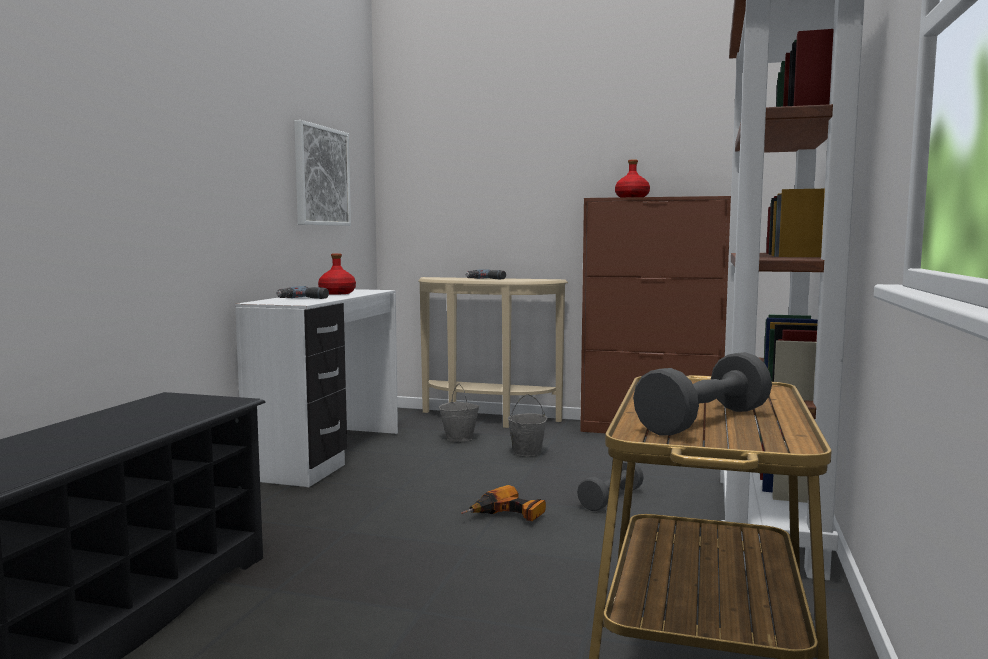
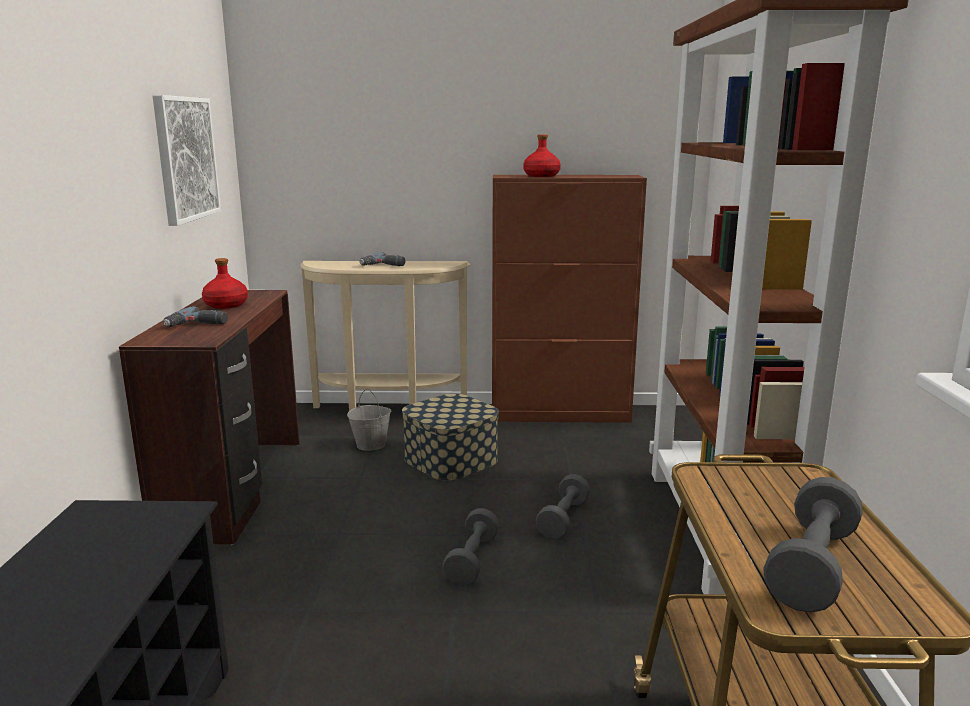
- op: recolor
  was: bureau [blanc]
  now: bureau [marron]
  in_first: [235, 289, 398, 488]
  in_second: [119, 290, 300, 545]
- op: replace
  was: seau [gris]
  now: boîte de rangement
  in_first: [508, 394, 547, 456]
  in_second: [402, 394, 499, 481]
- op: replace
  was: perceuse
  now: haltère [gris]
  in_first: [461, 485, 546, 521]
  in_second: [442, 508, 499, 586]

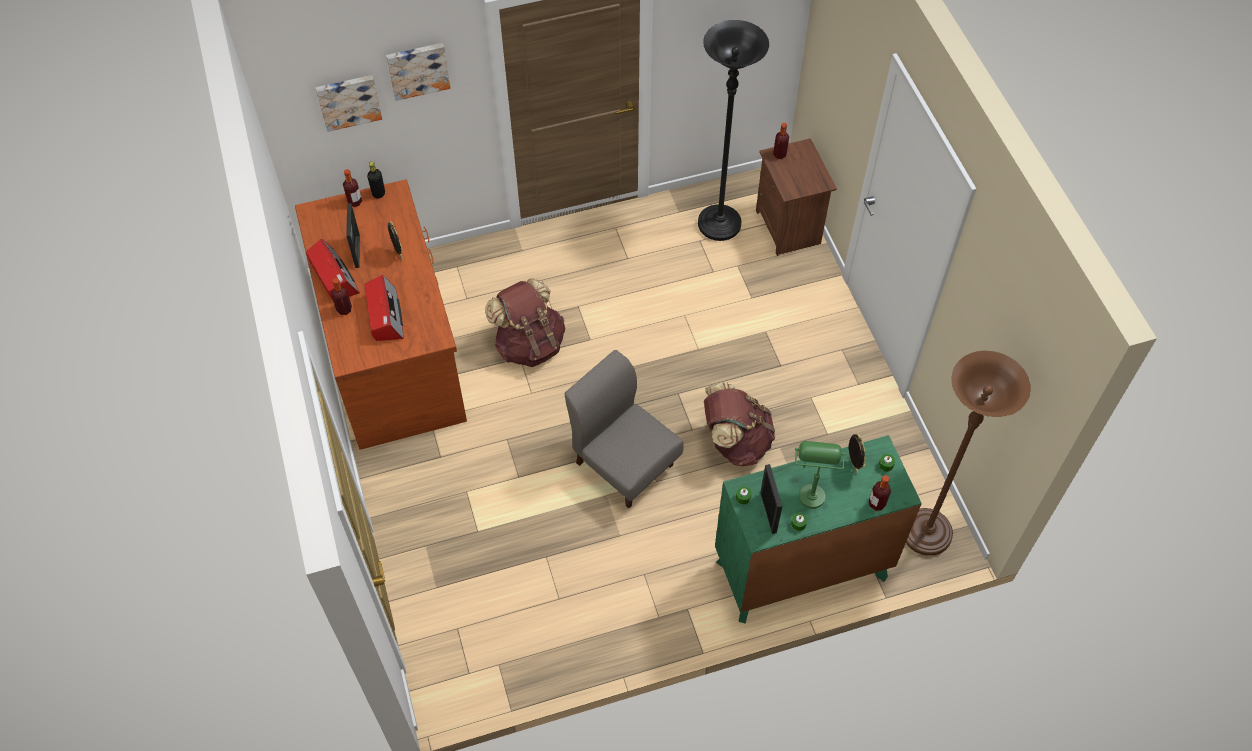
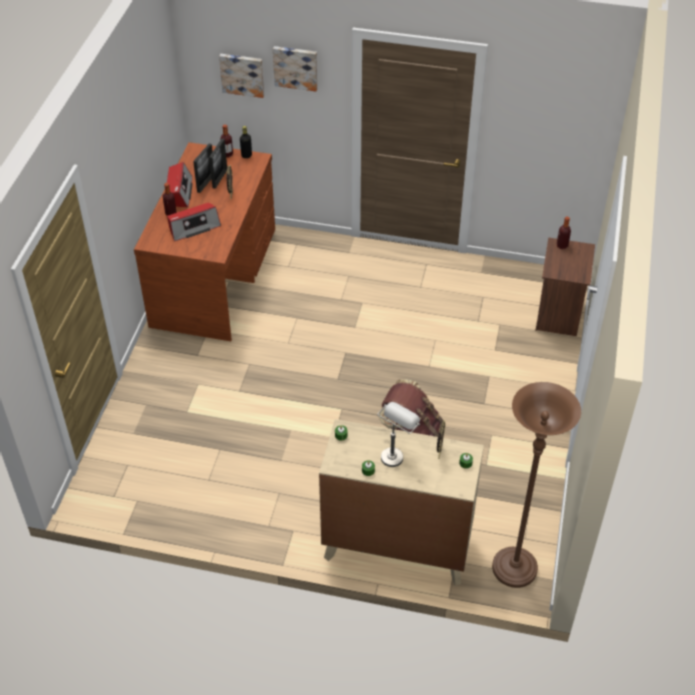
- op: rotate
  was: radio
  in_first: [365, 275, 404, 341]
  in_second: [167, 203, 221, 241]
  clockwise: 45
- op: move
  was: cadre photo
  in_first: [760, 464, 783, 534]
  in_second: [209, 139, 227, 189]
- op: recolor
  was: commode [vert]
  now: commode [beige]
  in_first: [715, 435, 922, 623]
  in_second: [319, 419, 484, 586]
- op: recolor
  was: lampe de table [vert]
  now: lampe de table [gris]
  in_first: [795, 441, 846, 509]
  in_second: [377, 402, 420, 467]
- op: delete
  was: sac à dos [marron]
  in_first: [485, 278, 565, 367]
- op: delete
  was: chaise [gris]
  in_first: [565, 350, 684, 508]
- op: delete
  was: lampadaire [noir]
  in_first: [698, 20, 769, 241]
- op: delete
  was: bouteille
  in_first: [869, 475, 891, 511]

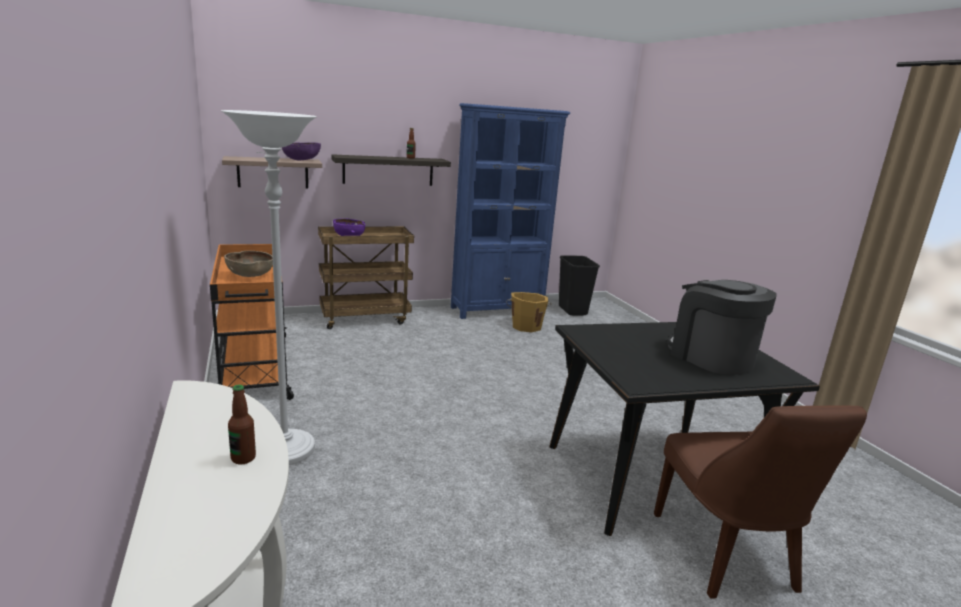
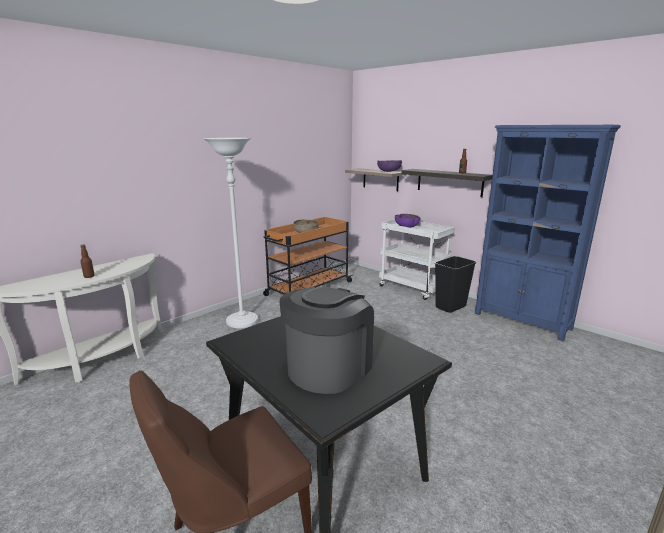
- op: recolor
  was: chariot [marron]
  now: chariot [blanc]
  in_first: [318, 226, 414, 329]
  in_second: [379, 219, 455, 300]
- op: move
  was: poubelle [noir]
  in_first: [559, 255, 600, 316]
  in_second: [435, 256, 476, 313]
- op: delete
  was: seau [orange]
  in_first: [506, 292, 552, 332]

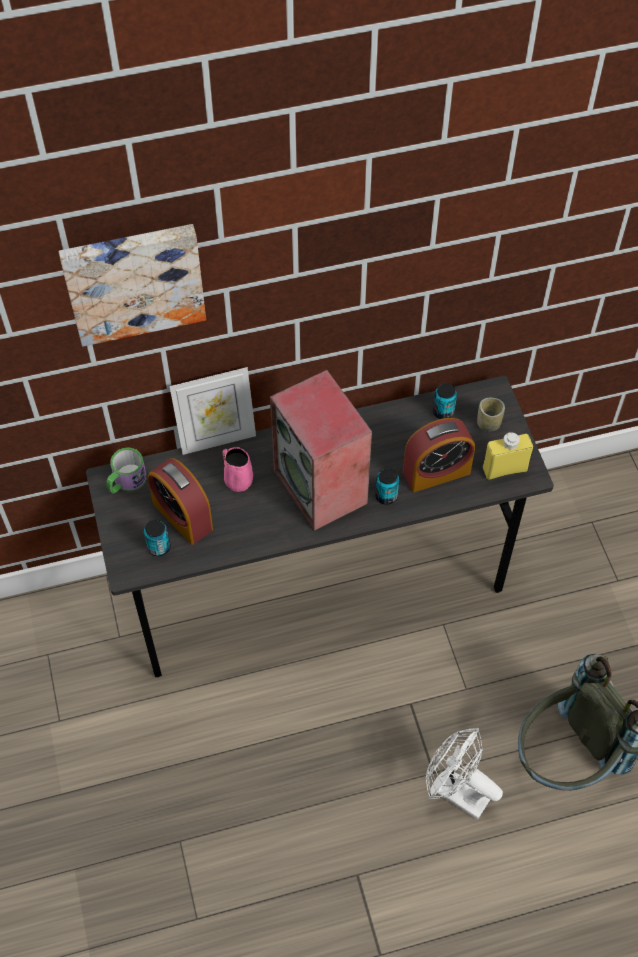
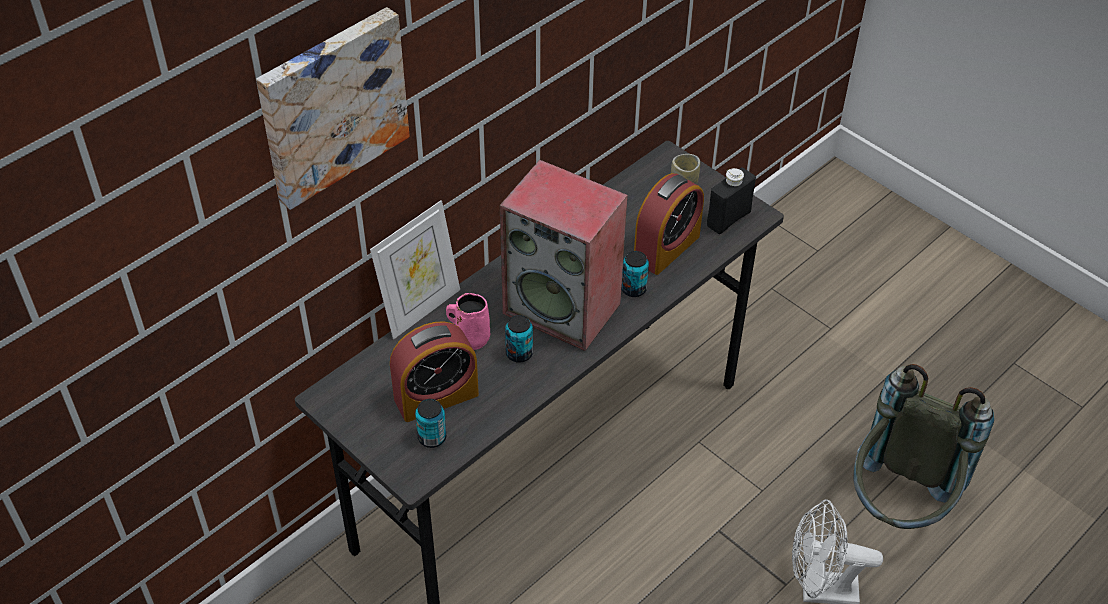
- op: rotate
  was: réveil
  in_first: [148, 458, 213, 545]
  in_second: [390, 321, 479, 422]
  clockwise: -45
- op: move
  was: boîte métallique
  in_first: [433, 383, 457, 419]
  in_second: [505, 315, 533, 363]
- op: recolor
  was: bouteille [jaune]
  now: bouteille [noir]
  in_first: [483, 432, 533, 480]
  in_second: [707, 167, 756, 234]
- op: delete
  was: mug
  in_first: [106, 448, 146, 494]

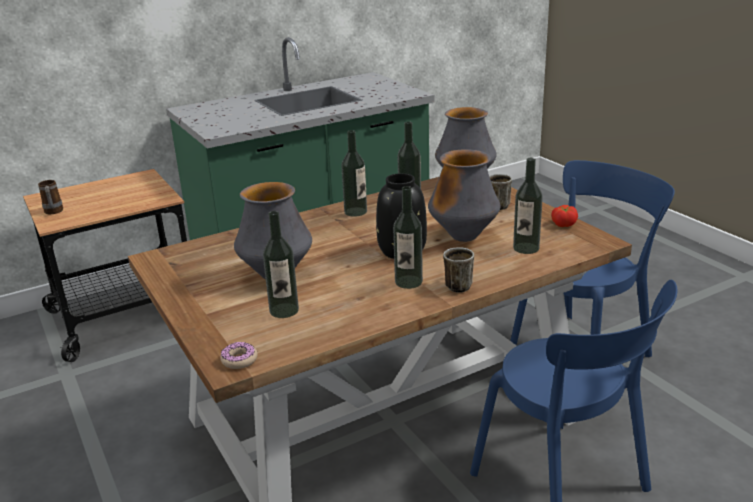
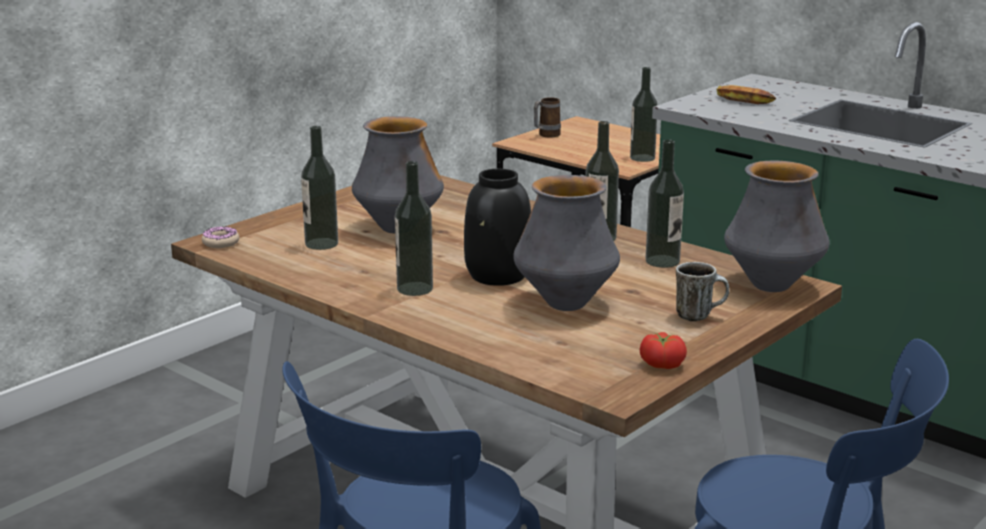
- op: move
  was: bouteille
  in_first: [513, 158, 543, 254]
  in_second: [630, 67, 658, 162]
- op: insert
  now: banane
  in_second: [717, 85, 776, 104]
- op: delete
  was: mug
  in_first: [443, 247, 474, 293]

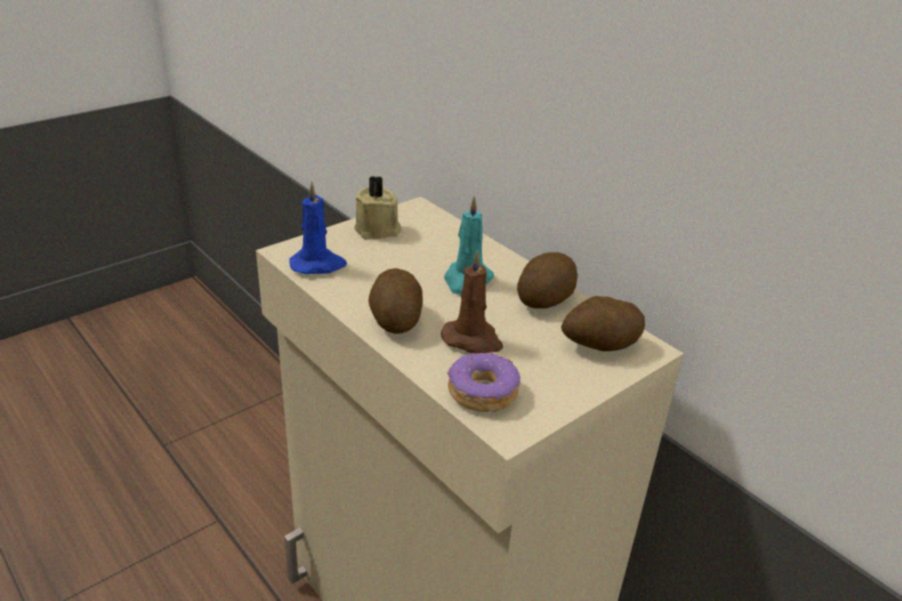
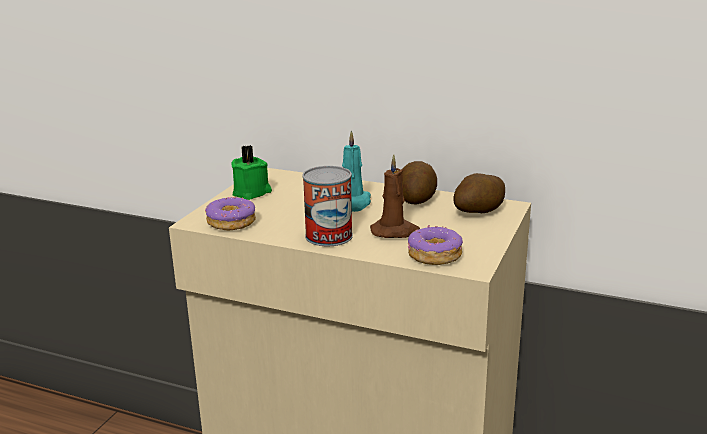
- op: replace
  was: bougie [bleu]
  now: beignet
  in_first: [289, 182, 347, 274]
  in_second: [205, 197, 256, 230]
- op: recolor
  was: bougie [beige]
  now: bougie [vert]
  in_first: [354, 176, 401, 239]
  in_second: [231, 145, 272, 200]
- op: replace
  was: pomme de terre
  now: boîte métallique
  in_first: [368, 268, 423, 334]
  in_second: [302, 166, 353, 246]

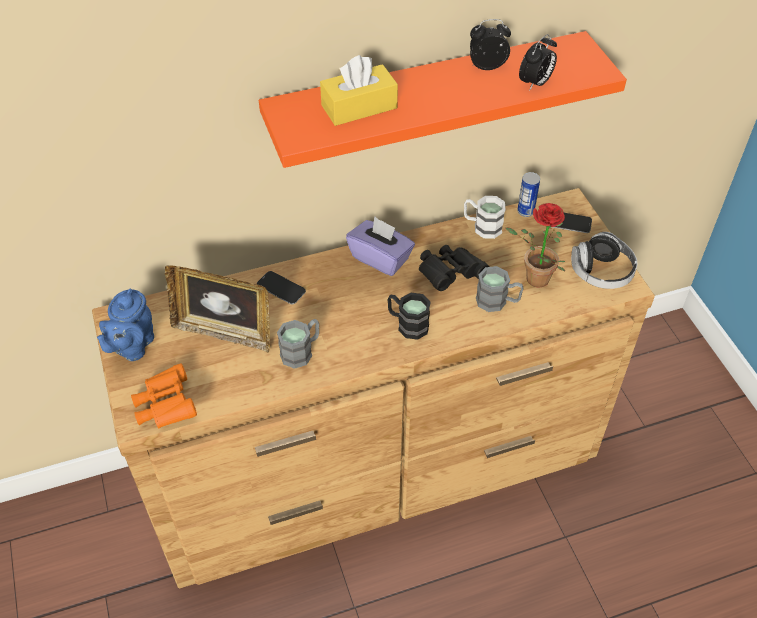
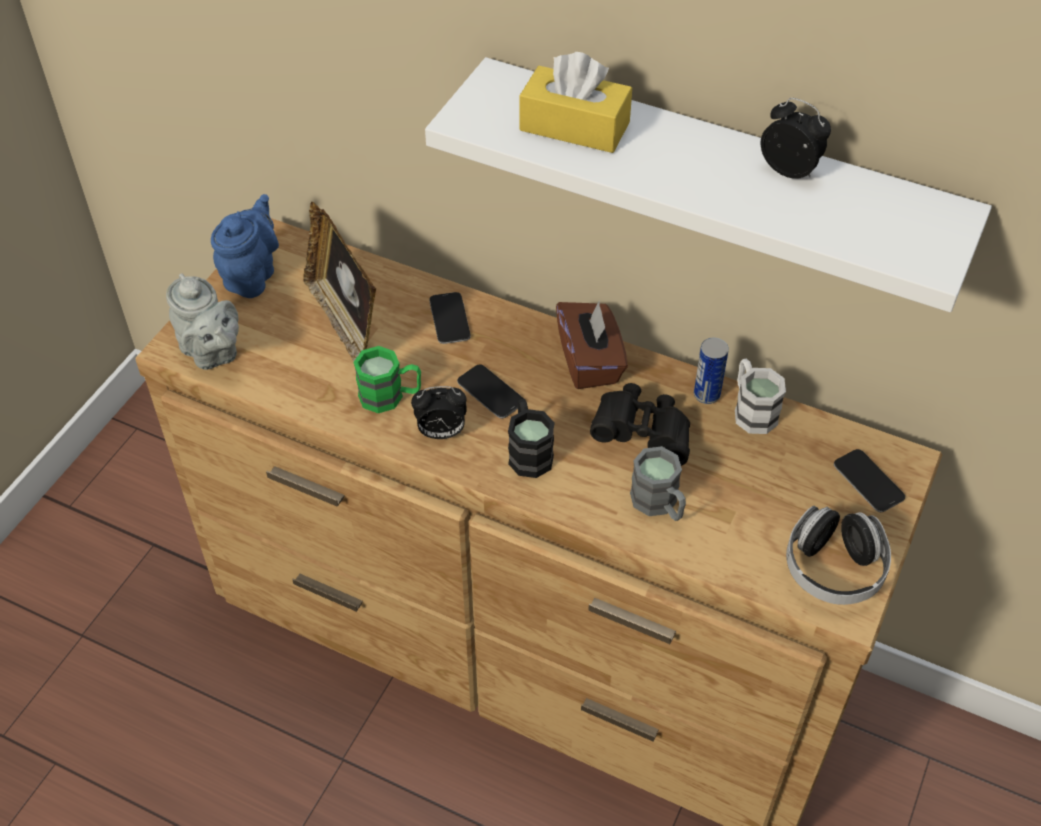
- op: replace
  was: jumelles [orange]
  now: théière [gris]
  in_first: [131, 363, 197, 428]
  in_second: [166, 273, 239, 370]
- op: rotate
  was: théière [bleu]
  in_first: [97, 288, 154, 361]
  in_second: [211, 194, 279, 298]
  clockwise: 135
- op: recolor
  was: mug [gris]
  now: mug [vert]
  in_first: [277, 319, 319, 369]
  in_second: [353, 346, 421, 413]
- op: move
  was: réveil
  in_first: [519, 34, 557, 91]
  in_second: [411, 386, 467, 439]
- op: recolor
  was: étagère [orange]
  now: étagère [blanc]
  in_first: [259, 31, 627, 168]
  in_second: [425, 57, 992, 312]
- op: insert
  now: téléphone
  in_second: [457, 364, 524, 419]
- op: recolor
  was: boîte à mouchoirs [violet]
  now: boîte à mouchoirs [marron]
  in_first: [346, 216, 415, 276]
  in_second: [556, 300, 628, 389]
- op: move
  was: boîte métallique
  in_first: [517, 172, 540, 217]
  in_second: [694, 338, 729, 404]
- op: delete
  was: plante en pot
  in_first: [506, 203, 565, 288]

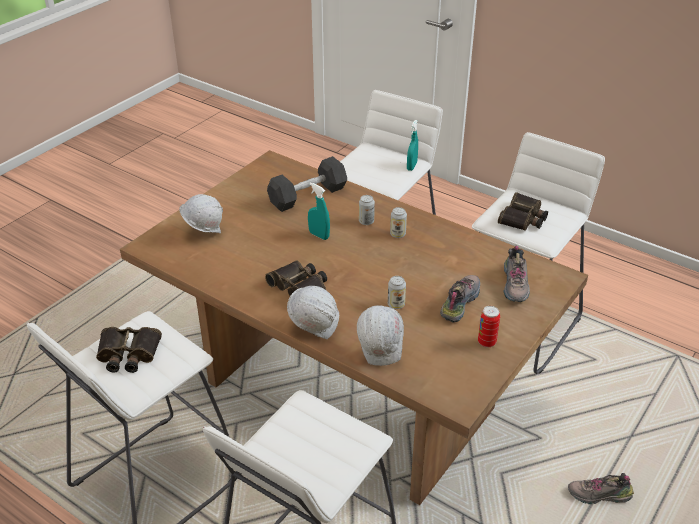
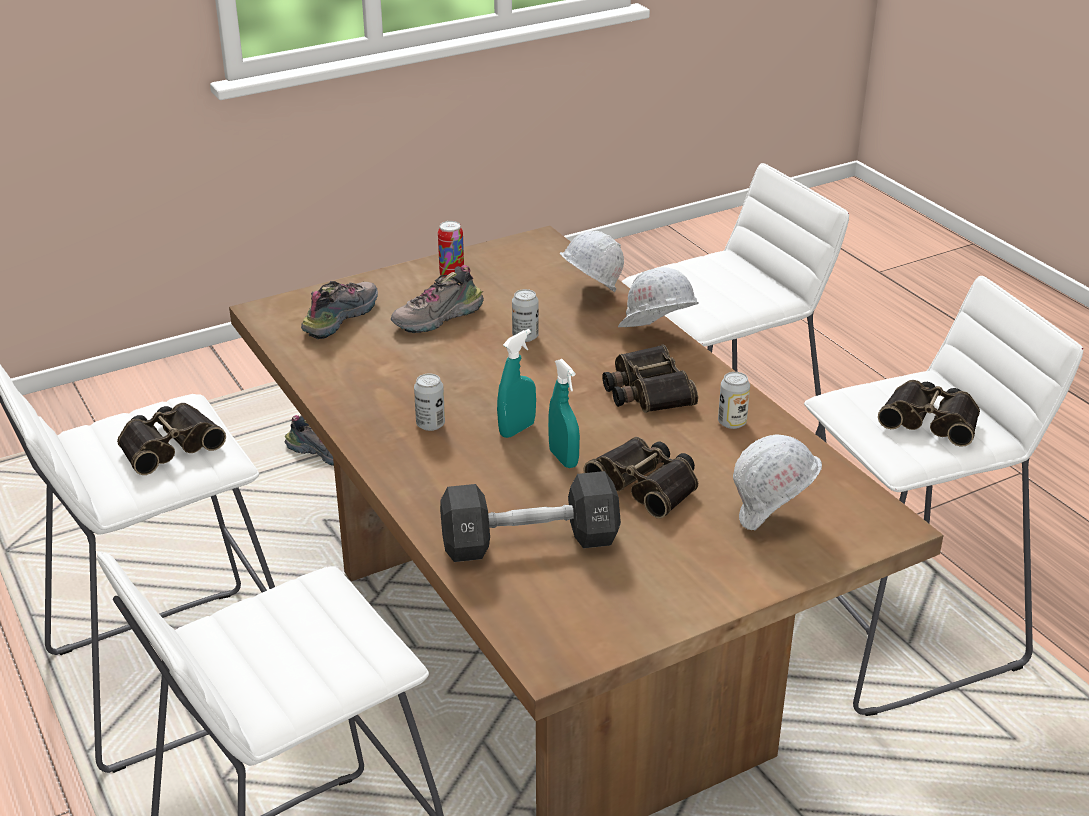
- op: move
  was: vaporisateur [turquoise]
  in_first: [407, 120, 418, 171]
  in_second: [497, 329, 536, 438]
- op: insert
  now: jumelles
  in_second: [584, 437, 698, 518]
- op: move
  was: boîte métallique
  in_first: [359, 195, 375, 225]
  in_second: [718, 372, 750, 429]

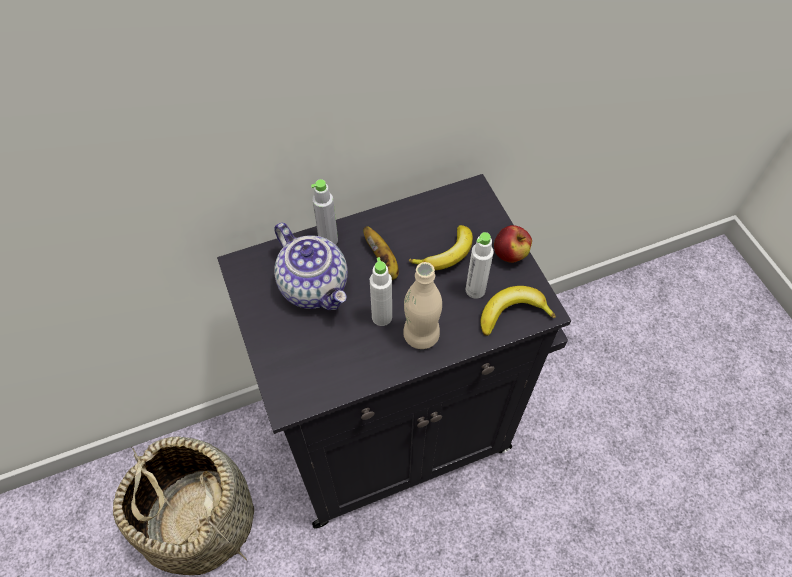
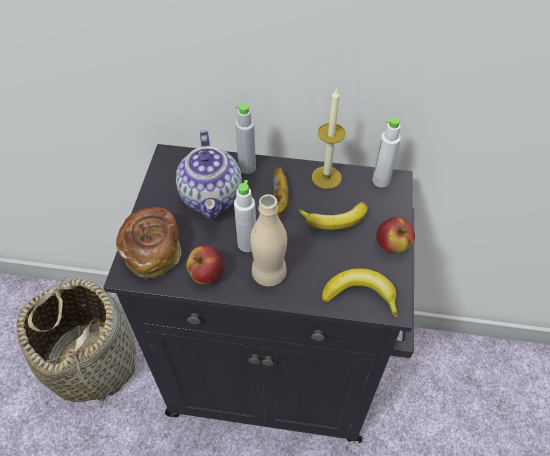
- op: insert
  now: pain
  in_second: [116, 207, 182, 279]
- op: insert
  now: pomme
  in_second: [186, 245, 225, 284]
- op: insert
  now: bougie
  in_second: [312, 88, 346, 189]
- op: move
  was: bouteille [blanc]
  in_first: [465, 232, 494, 299]
  in_second: [372, 117, 401, 187]

